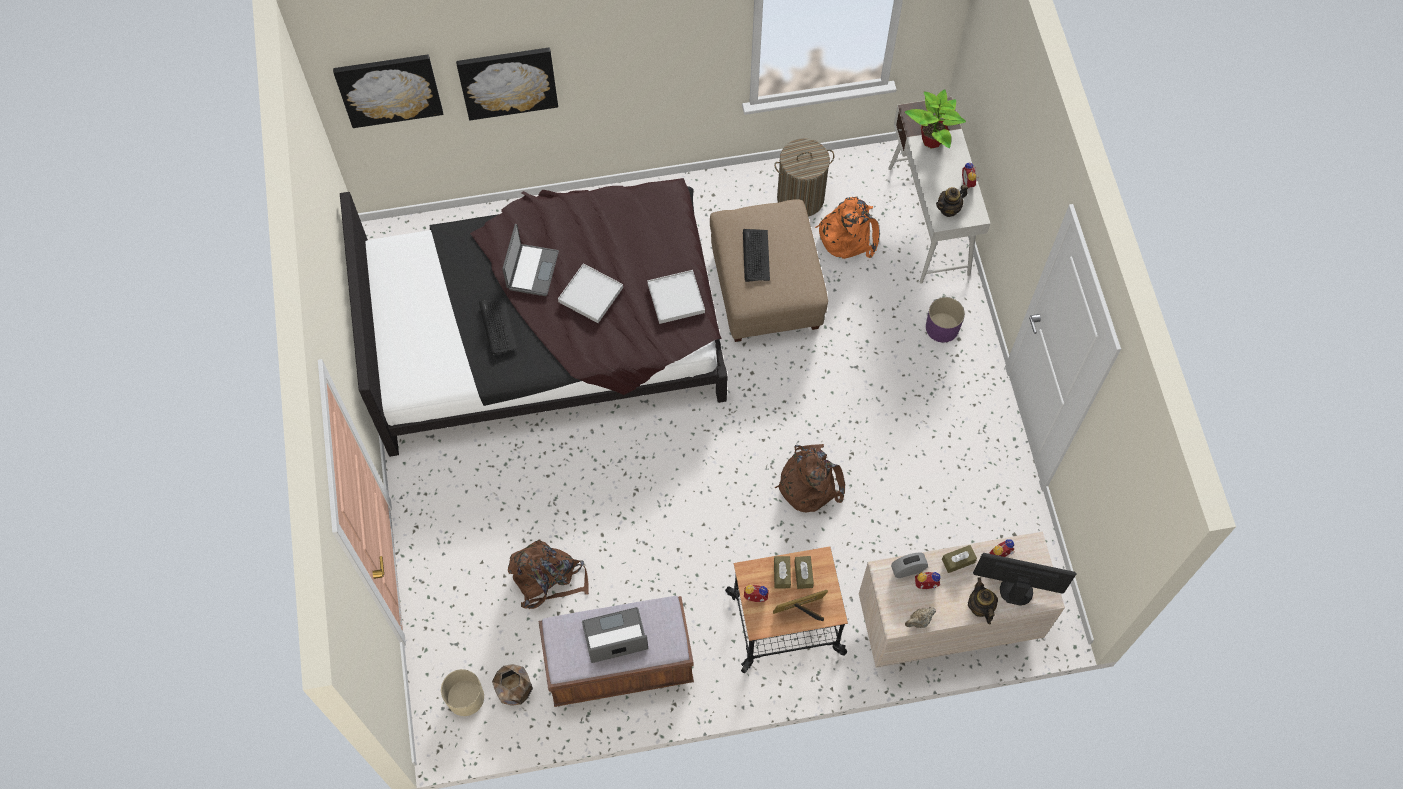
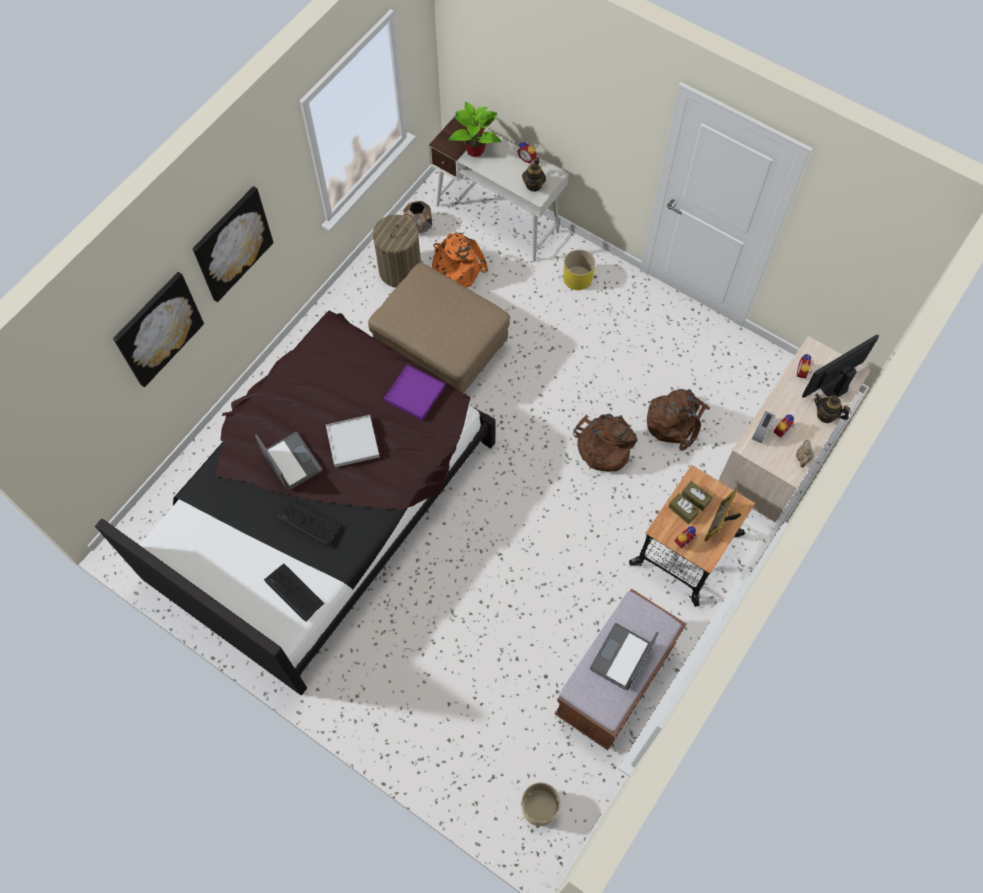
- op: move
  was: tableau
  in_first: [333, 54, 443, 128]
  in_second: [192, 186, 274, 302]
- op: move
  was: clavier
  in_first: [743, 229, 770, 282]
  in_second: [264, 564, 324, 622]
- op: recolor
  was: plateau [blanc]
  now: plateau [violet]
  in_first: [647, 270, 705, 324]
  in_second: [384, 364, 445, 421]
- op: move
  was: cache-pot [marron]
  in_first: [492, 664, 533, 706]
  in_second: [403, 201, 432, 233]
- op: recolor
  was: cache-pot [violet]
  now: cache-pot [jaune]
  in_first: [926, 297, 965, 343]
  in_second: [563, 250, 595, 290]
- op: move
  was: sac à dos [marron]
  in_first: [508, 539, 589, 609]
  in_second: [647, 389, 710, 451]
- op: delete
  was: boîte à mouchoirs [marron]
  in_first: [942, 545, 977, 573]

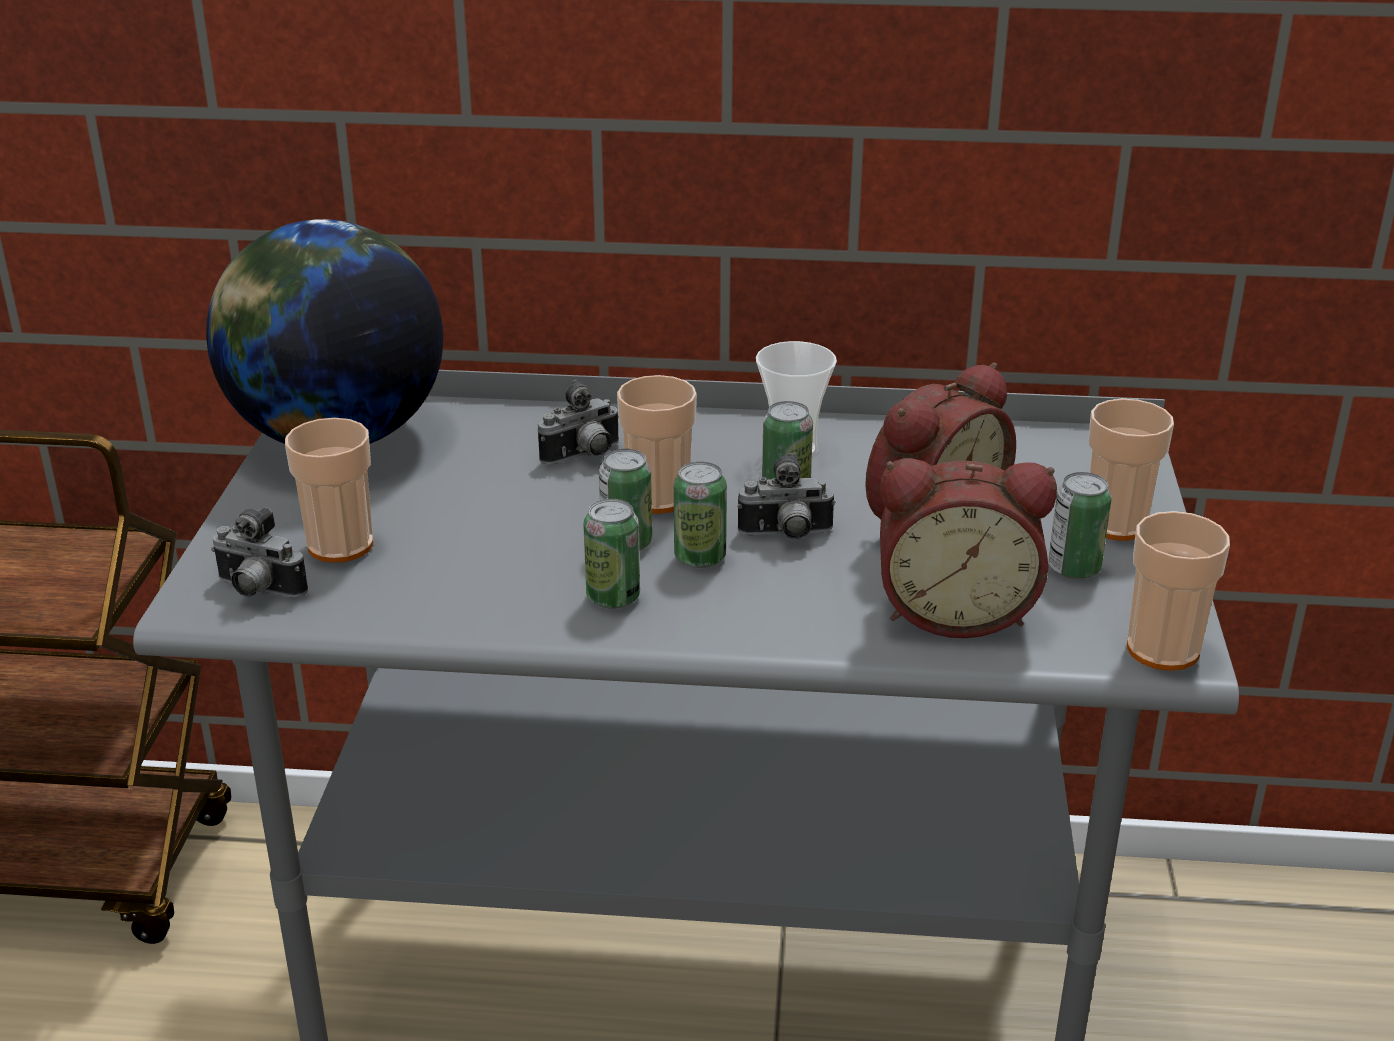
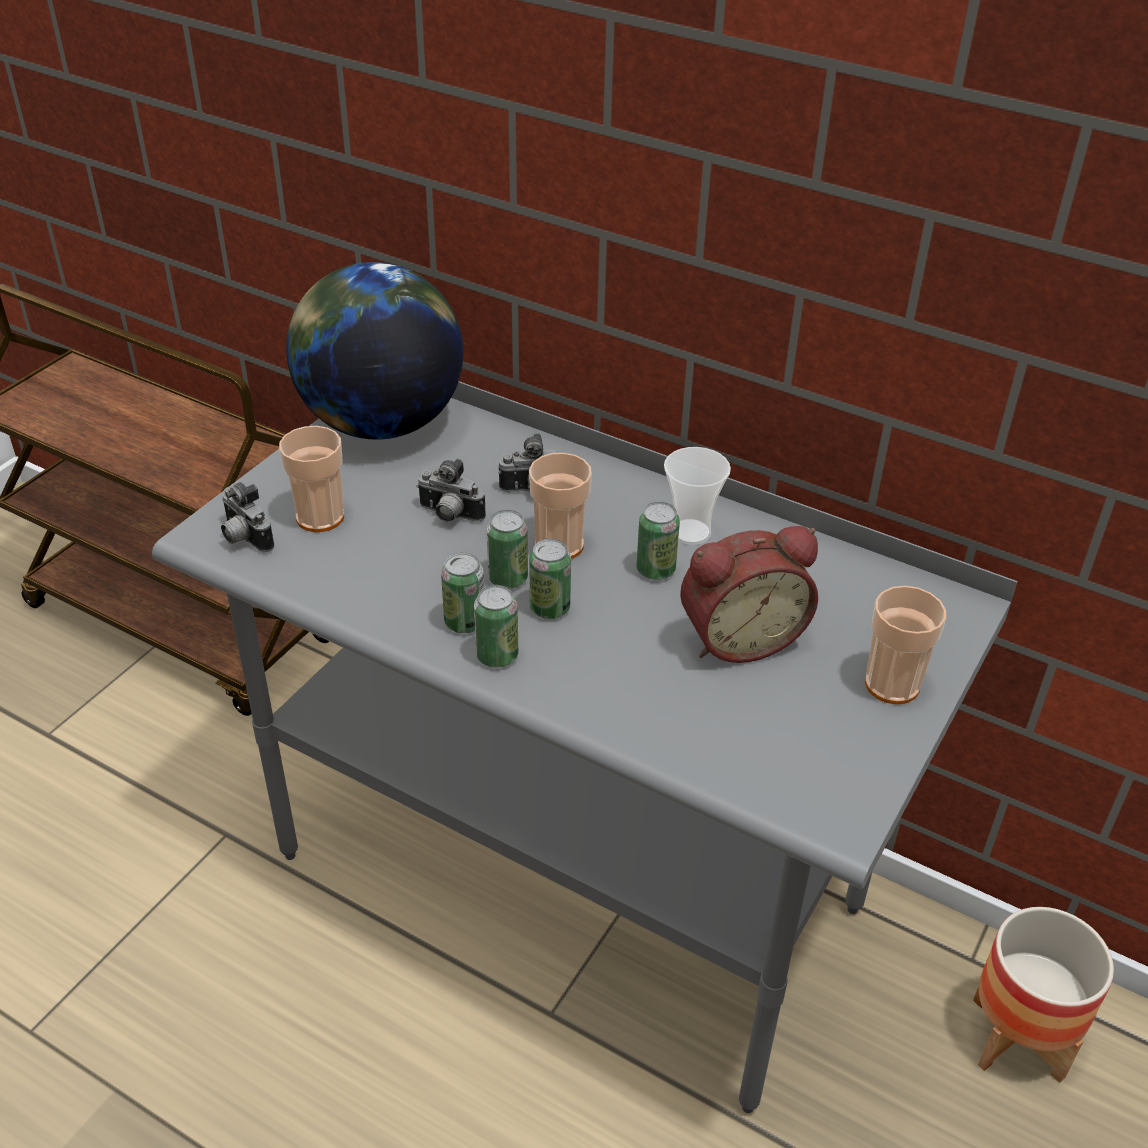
- op: move
  was: appareil photo
  in_first: [738, 453, 836, 539]
  in_second: [417, 459, 486, 522]
- op: move
  was: boîte métallique
  in_first: [1048, 472, 1112, 580]
  in_second: [474, 585, 518, 668]
- op: insert
  now: cache-pot
  in_second: [973, 907, 1114, 1083]
- op: delete
  was: réveil
  in_first: [880, 458, 1057, 638]
- op: delete
  was: tasse
  in_first: [1127, 511, 1230, 671]

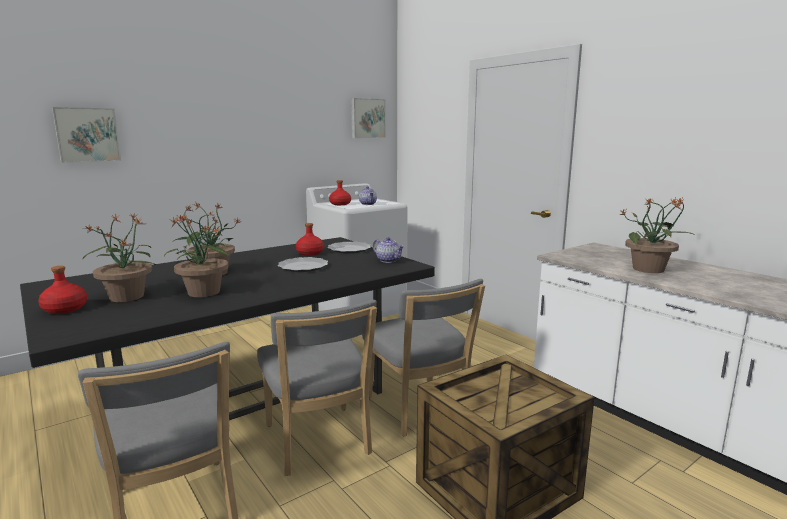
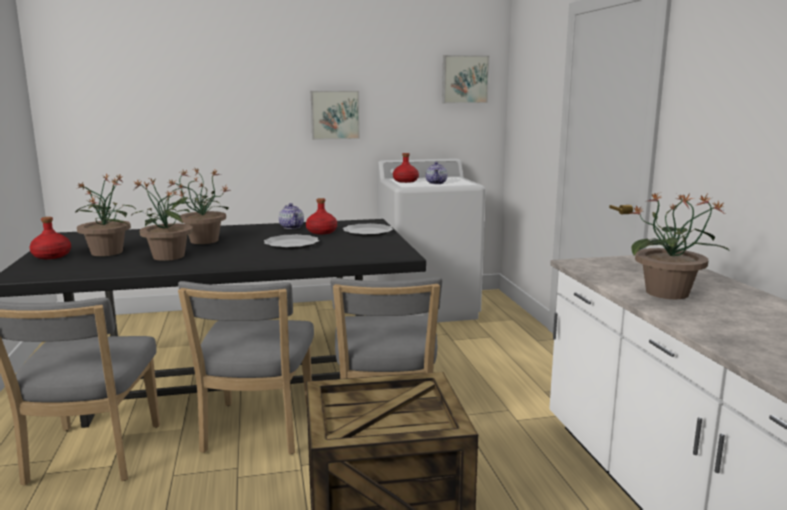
- op: move
  was: théière
  in_first: [373, 237, 404, 263]
  in_second: [279, 203, 304, 229]
- op: move
  was: tableau
  in_first: [52, 107, 121, 163]
  in_second: [311, 91, 360, 140]

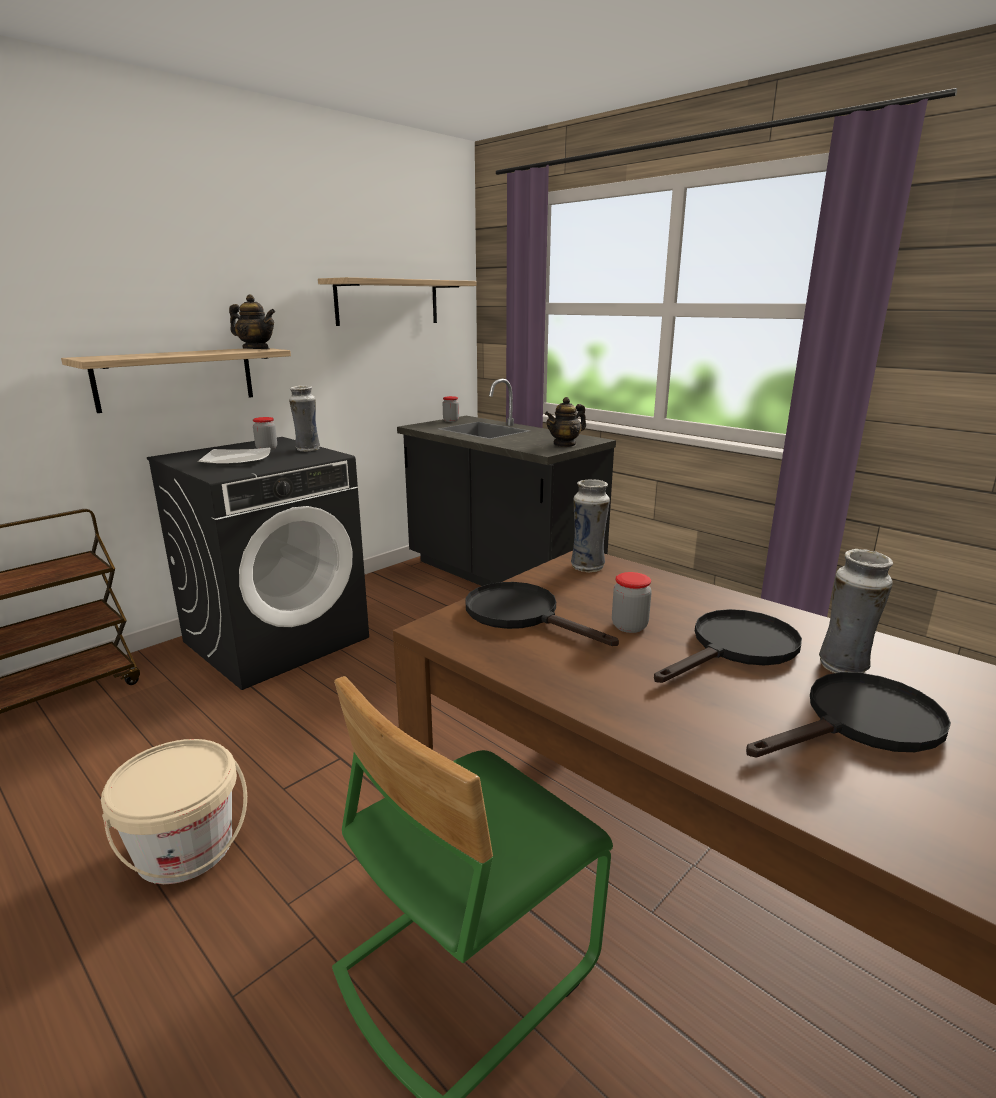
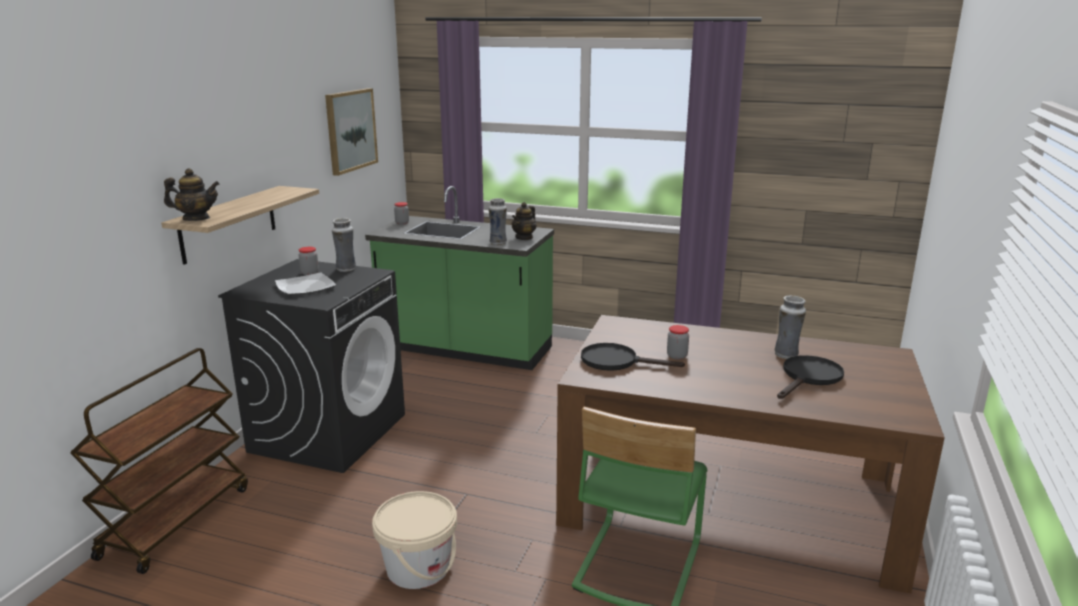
- op: move
  was: théière
  in_first: [229, 294, 275, 349]
  in_second: [164, 168, 219, 221]
- op: replace
  was: étagère
  now: tableau
  in_first: [318, 277, 477, 326]
  in_second: [325, 88, 378, 176]
- op: recolor
  was: comptoir de cuisine [noir]
  now: comptoir de cuisine [vert]
  in_first: [397, 379, 616, 586]
  in_second: [365, 186, 554, 370]
- op: move
  was: vase
  in_first: [571, 479, 610, 572]
  in_second: [489, 198, 507, 246]
- op: delete
  was: poêle [noir]
  in_first: [654, 609, 802, 683]

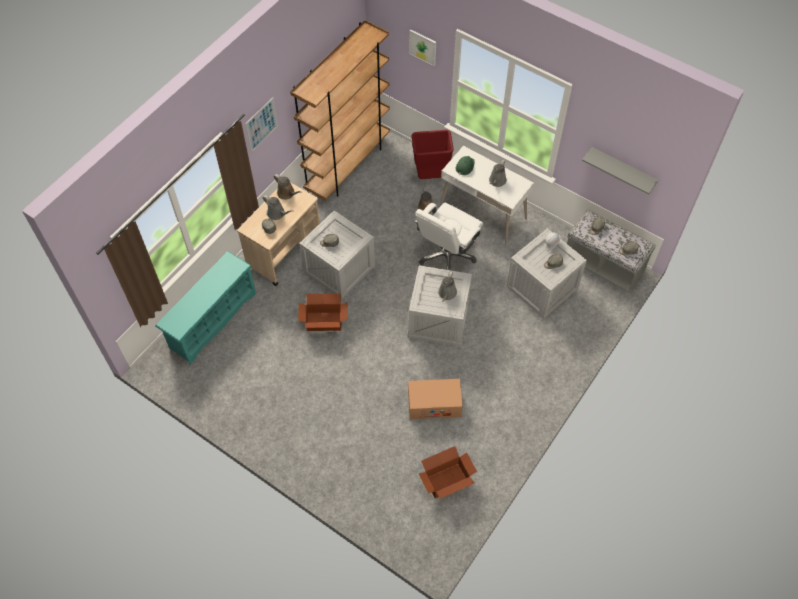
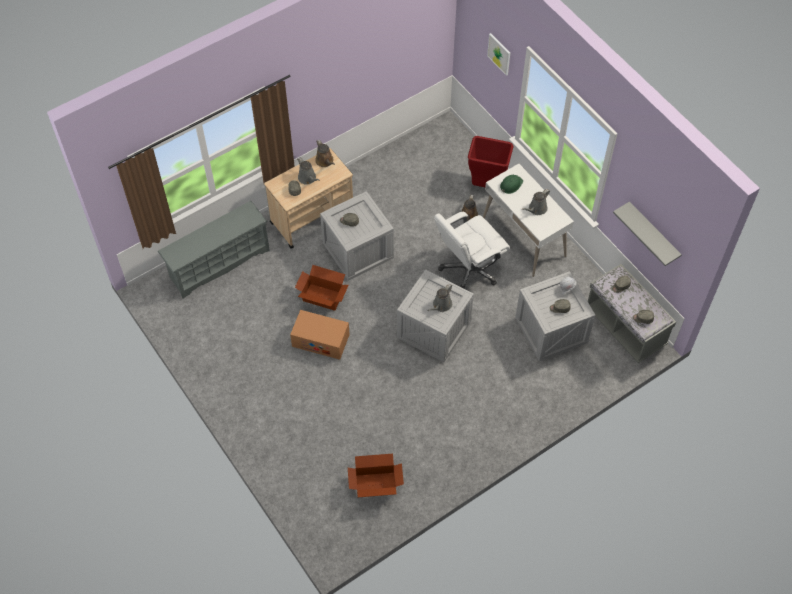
- op: recolor
  was: étagère à chaussures [turquoise]
  now: étagère à chaussures [gris]
  in_first: [155, 251, 256, 365]
  in_second: [158, 201, 270, 299]
- op: move
  was: carton
  in_first: [408, 379, 463, 419]
  in_second: [290, 310, 350, 360]
- op: delete
  was: tableau
  in_first: [245, 98, 278, 152]
- op: delete
  was: bibliothèque [marron]
  in_first: [290, 20, 390, 200]

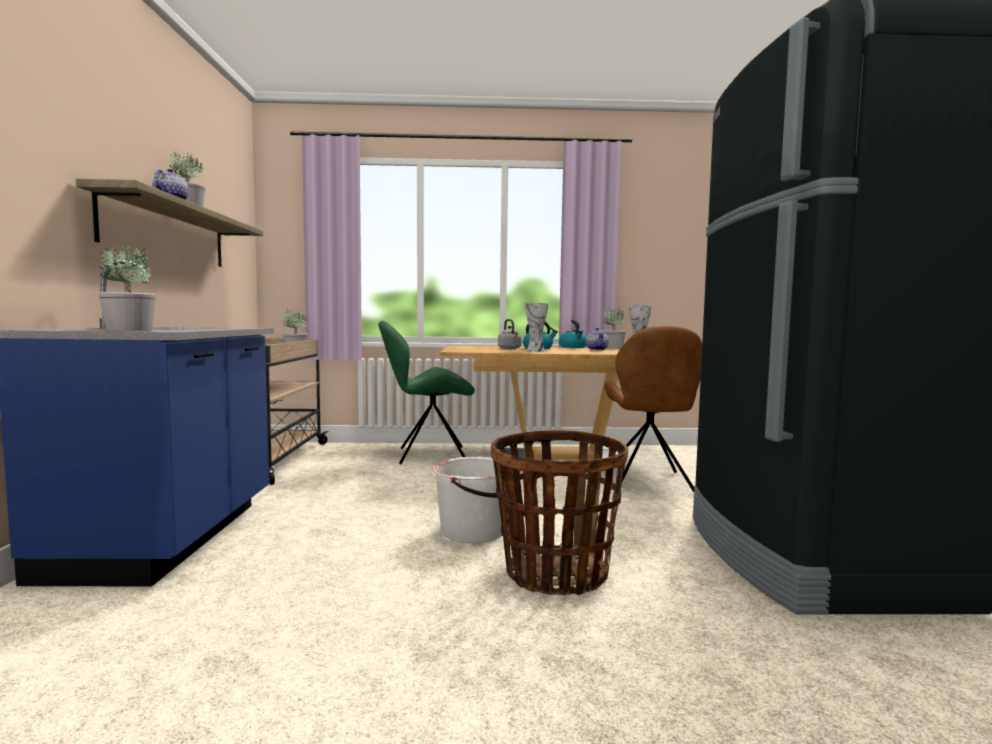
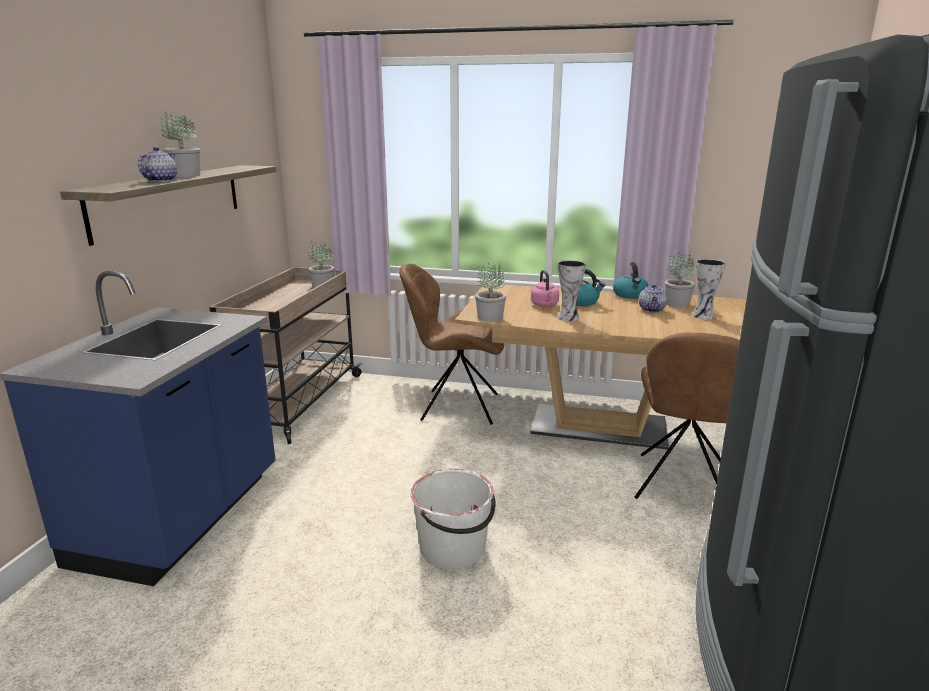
- op: recolor
  was: chaise [vert]
  now: chaise [marron]
  in_first: [378, 321, 475, 464]
  in_second: [399, 263, 505, 425]
- op: move
  was: plante en pot
  in_first: [98, 246, 156, 331]
  in_second: [475, 263, 506, 322]
- op: recolor
  was: bouilloire [gris]
  now: bouilloire [rose]
  in_first: [498, 319, 522, 349]
  in_second: [531, 270, 559, 307]
- op: delete
  was: panier
  in_first: [491, 430, 628, 595]

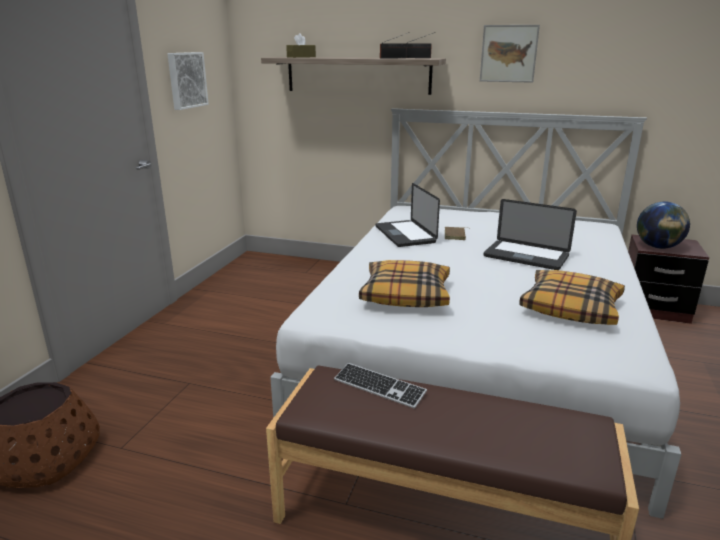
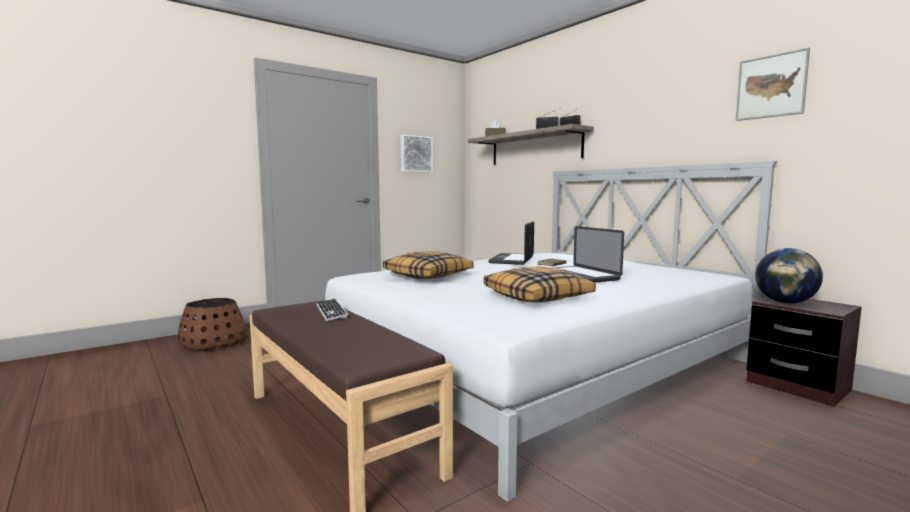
- op: move
  was: tableau
  in_first: [480, 25, 540, 83]
  in_second: [735, 48, 810, 121]

